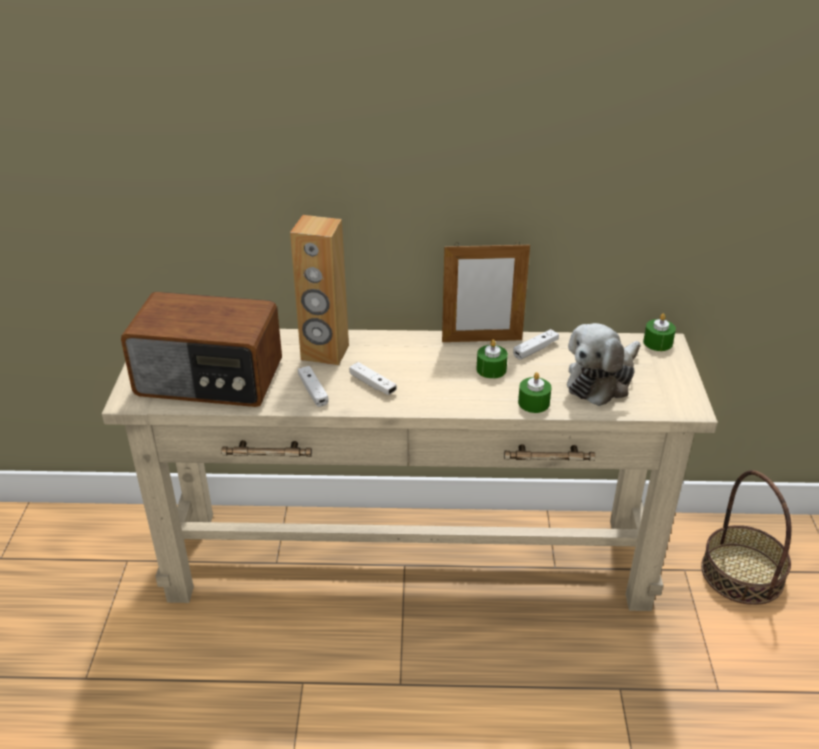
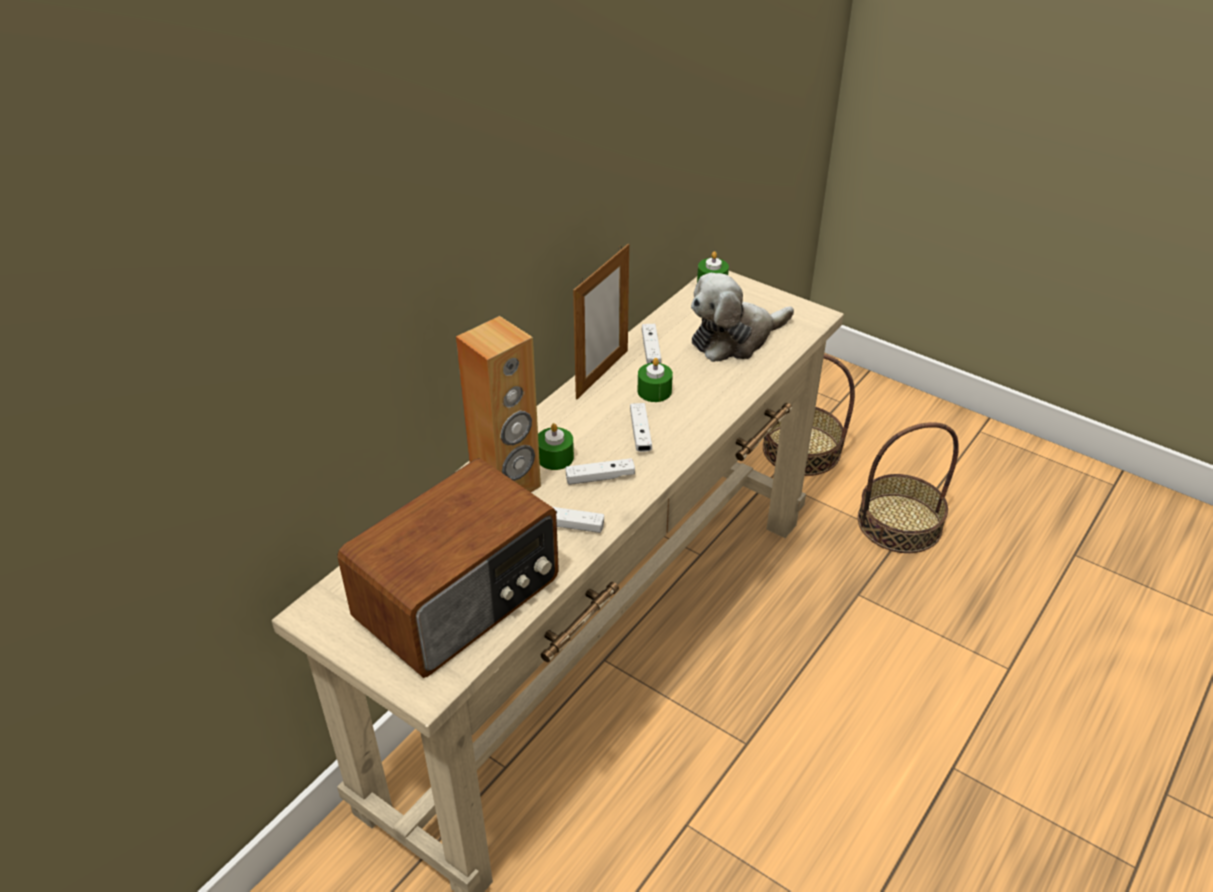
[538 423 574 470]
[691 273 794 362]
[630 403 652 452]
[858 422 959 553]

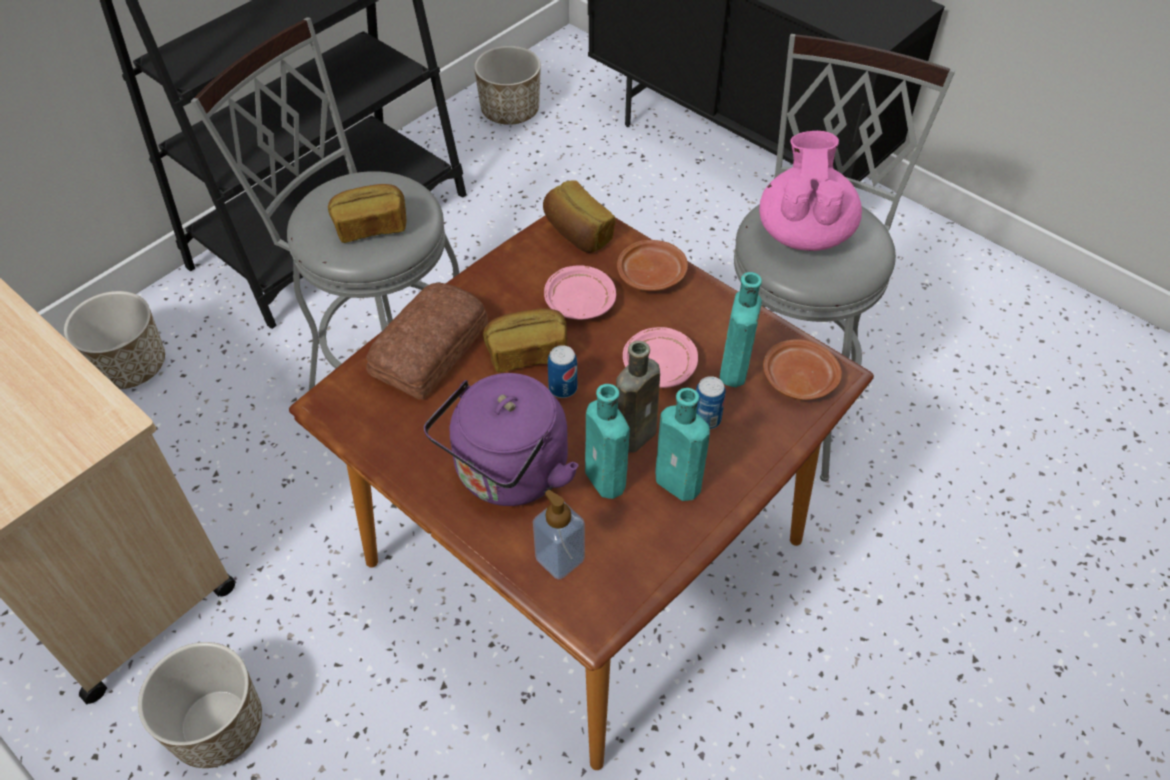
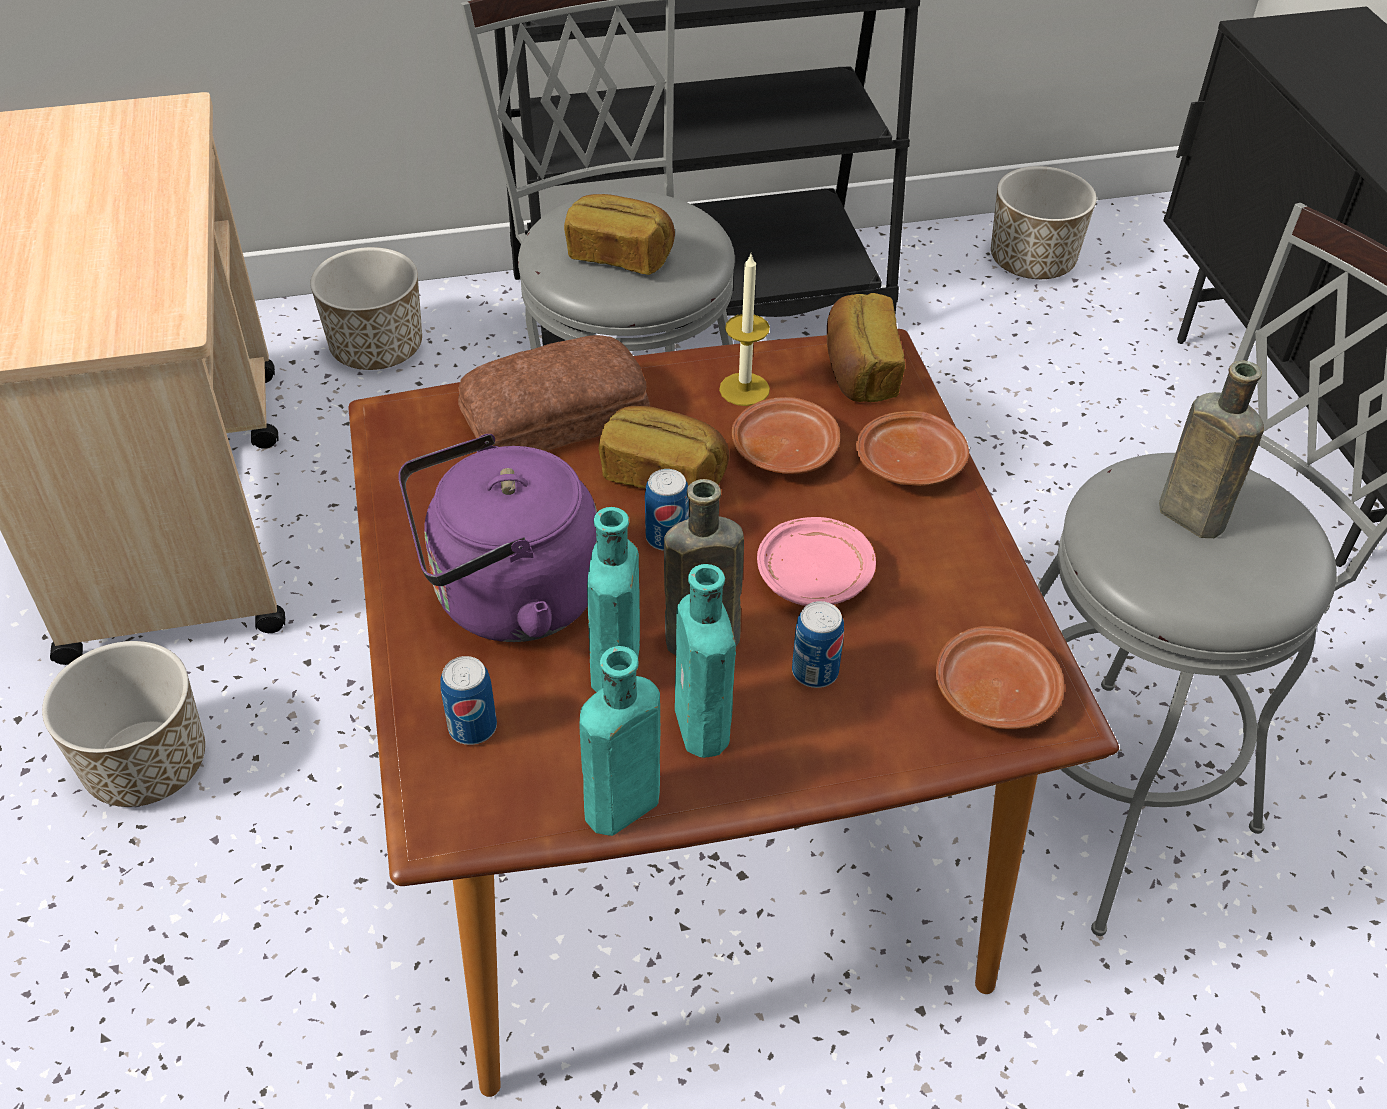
[440 656 497 745]
[732 397 840 474]
[579 646 660 836]
[1159 361 1264 538]
[719 254 770 406]

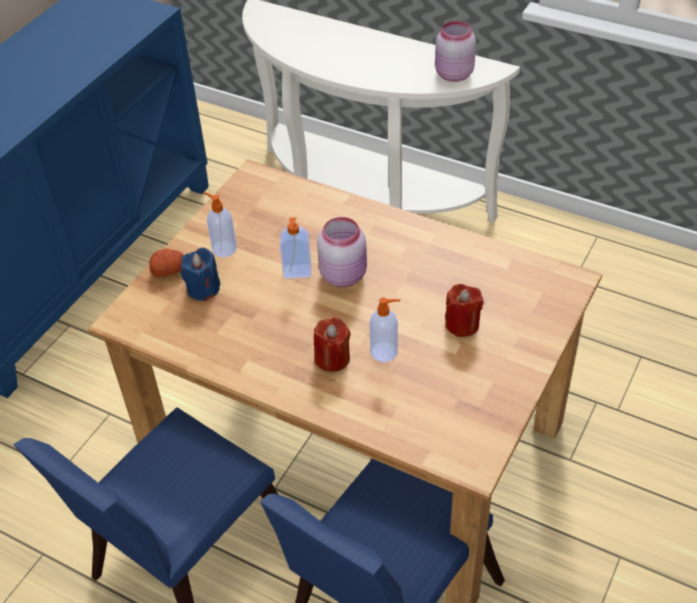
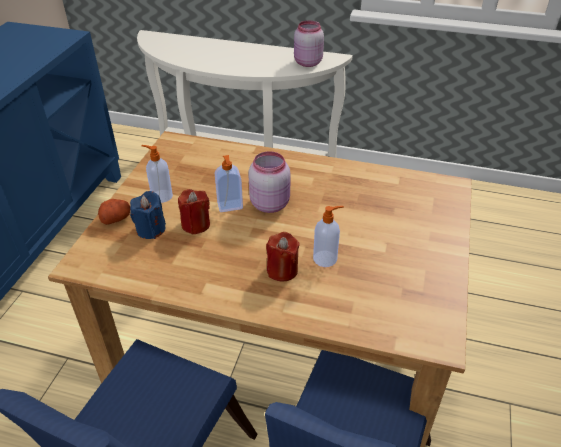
[178 189 210 235]

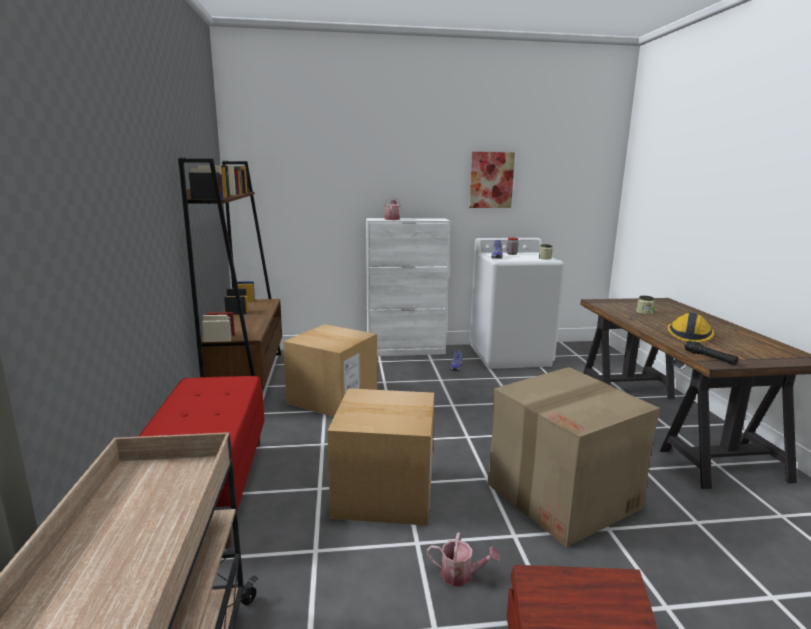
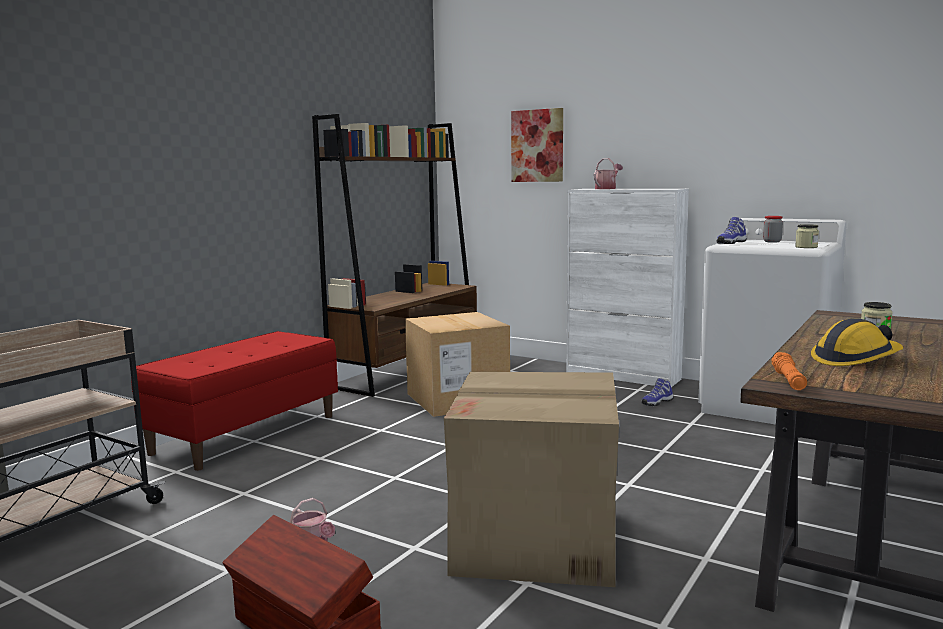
[327 388 434 526] (first image)
[511 108 563 182]
[771 352 807 390]

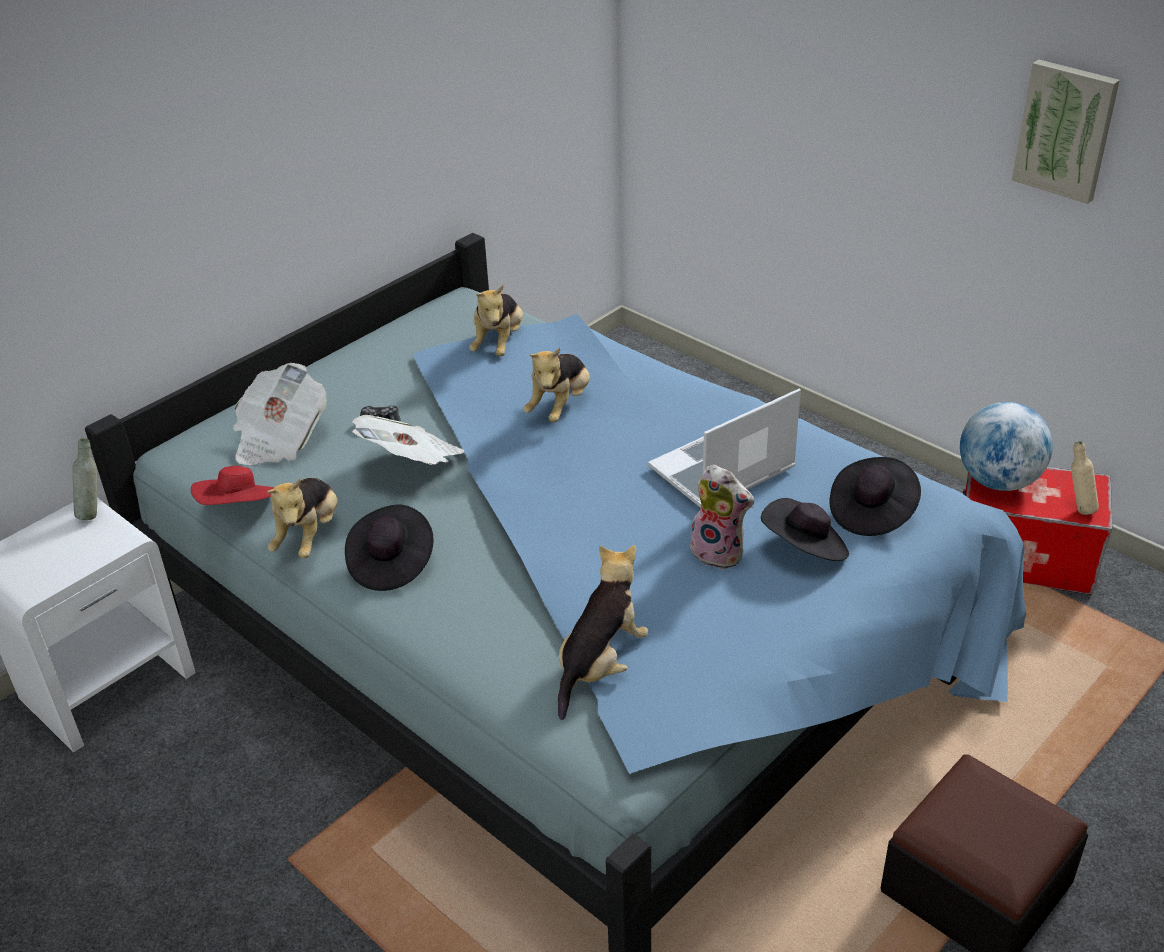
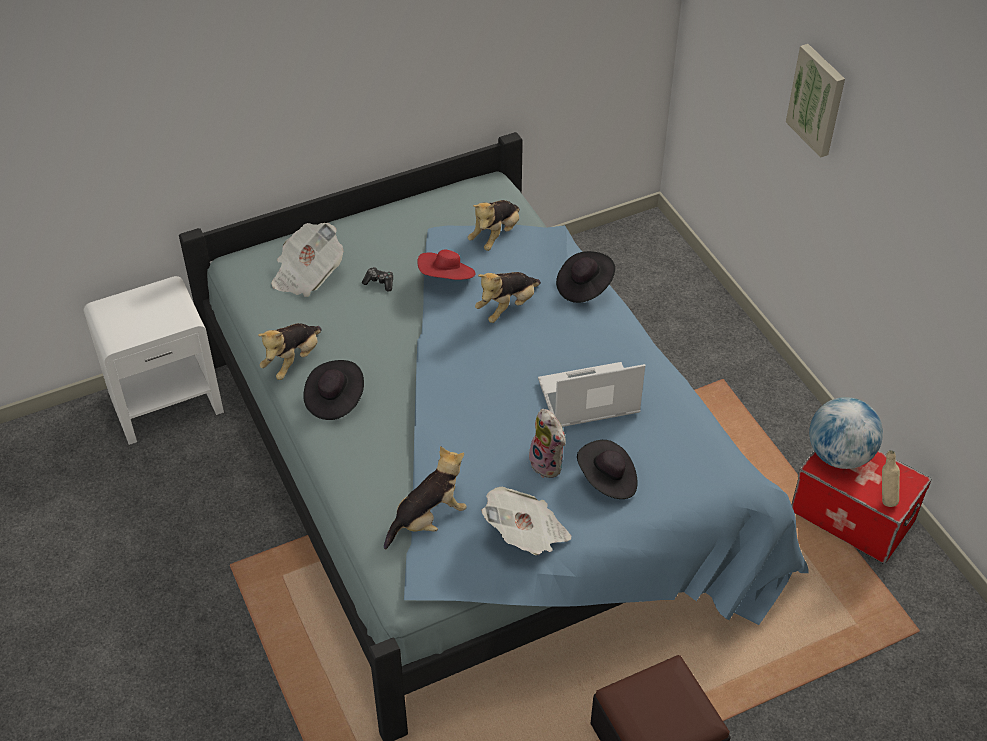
[72 438 97 520] (first image)
[417 249 475 280]
[481 487 571 555]
[556 251 615 303]
[786 44 845 158]

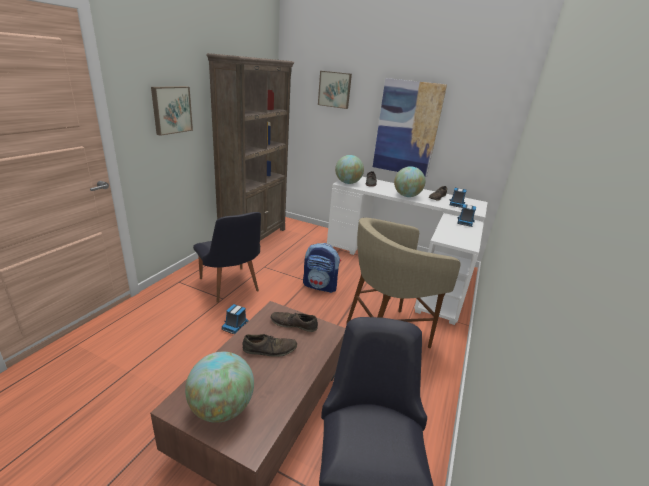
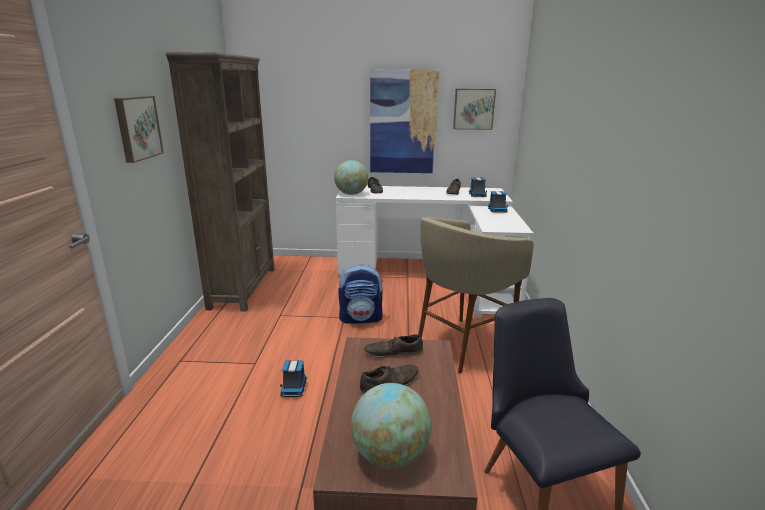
[193 212 261 303] (first image)
[453 89 496 130]
[394 166 425 197] (first image)

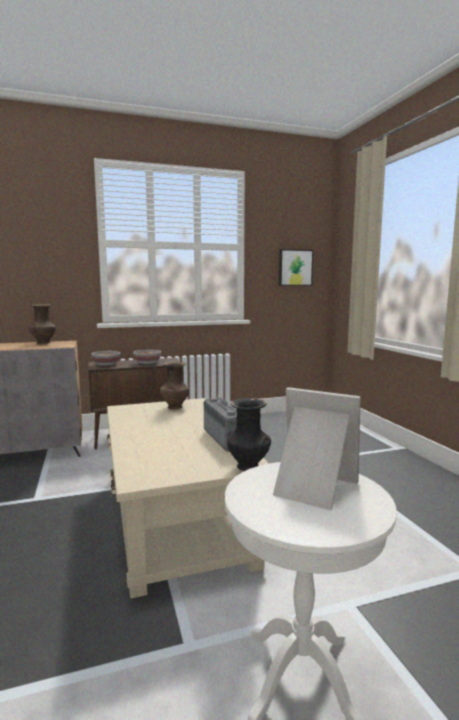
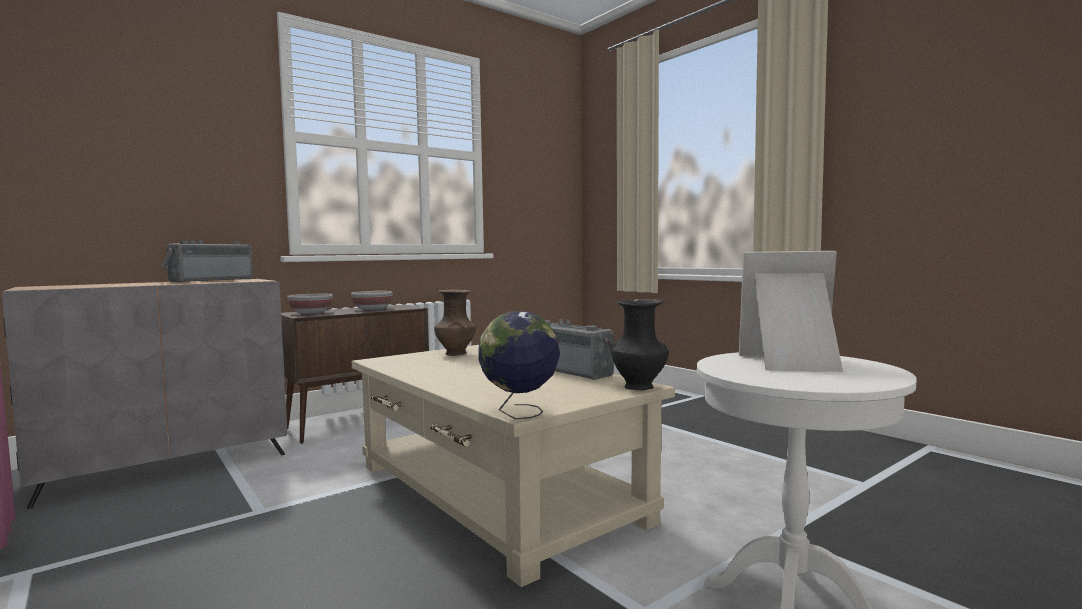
[162 240 253 282]
[279 249 314 286] (first image)
[478 311 560 419]

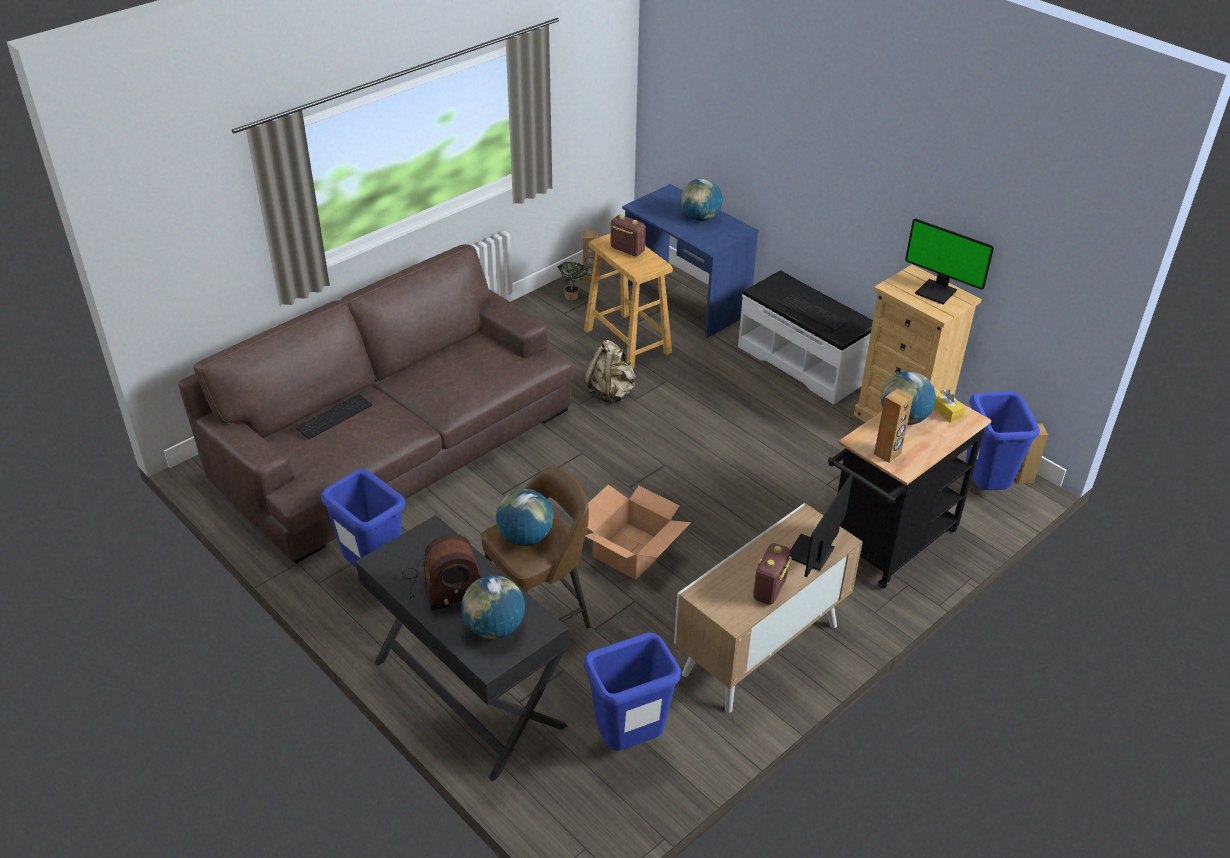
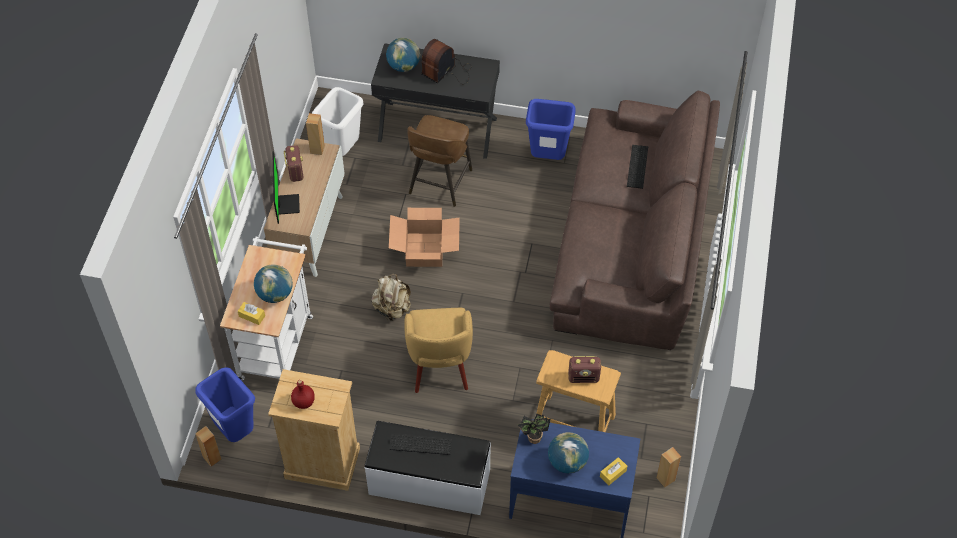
[496 489 553 546] (first image)
[517 414 551 444]
[371 274 411 321]
[312 87 364 156]
[220 237 313 380]
[306 113 325 155]
[291 380 315 409]
[404 308 473 393]
[600 457 627 485]

